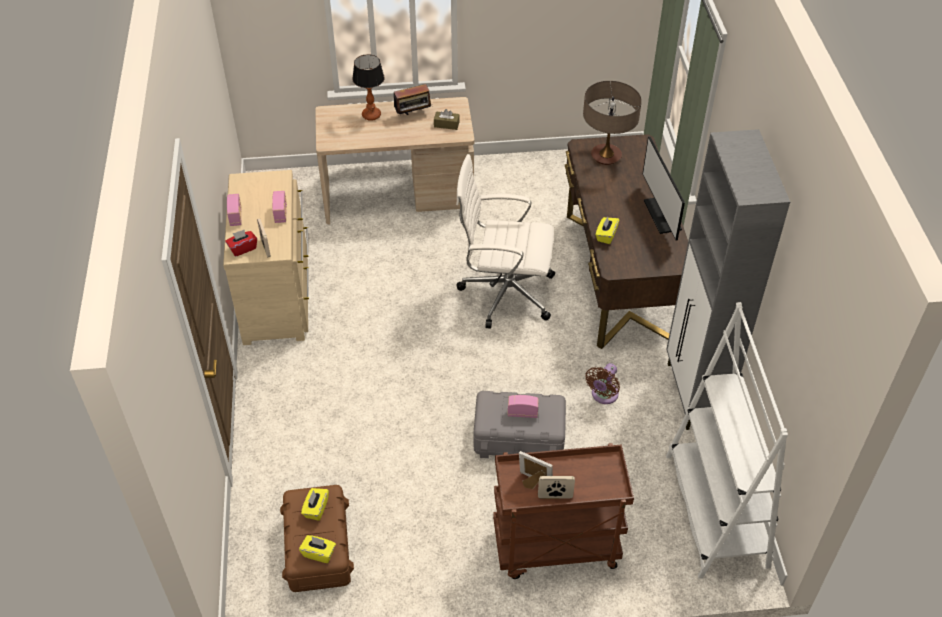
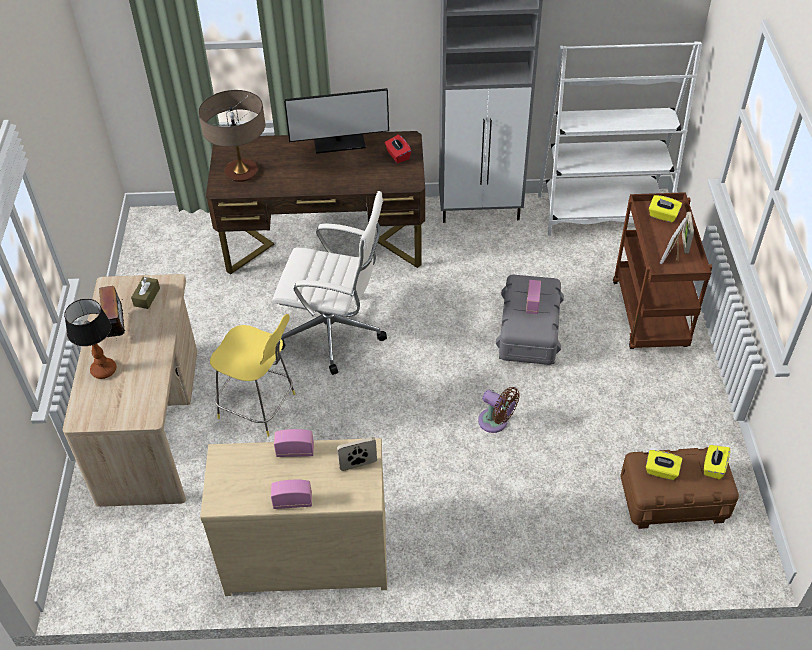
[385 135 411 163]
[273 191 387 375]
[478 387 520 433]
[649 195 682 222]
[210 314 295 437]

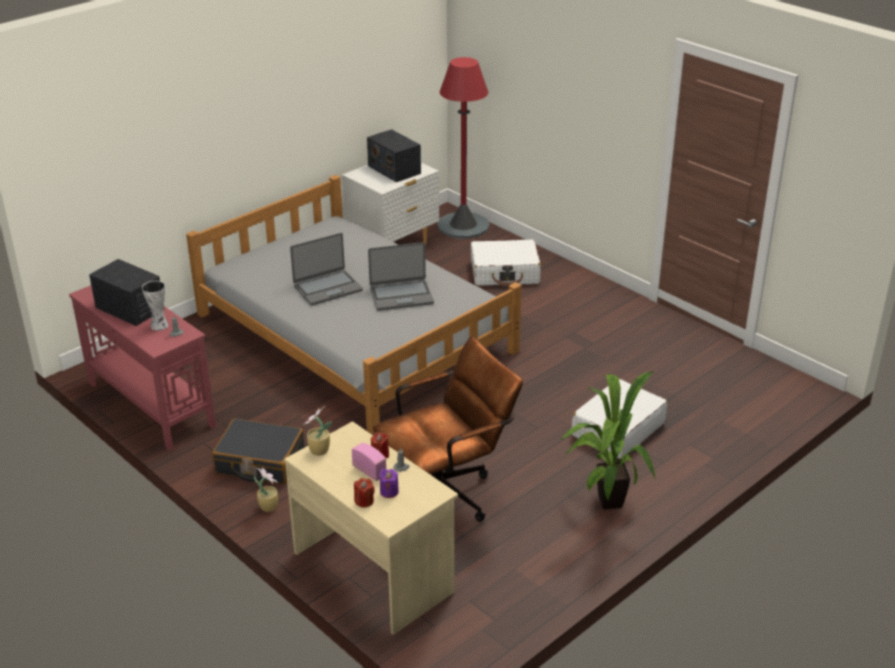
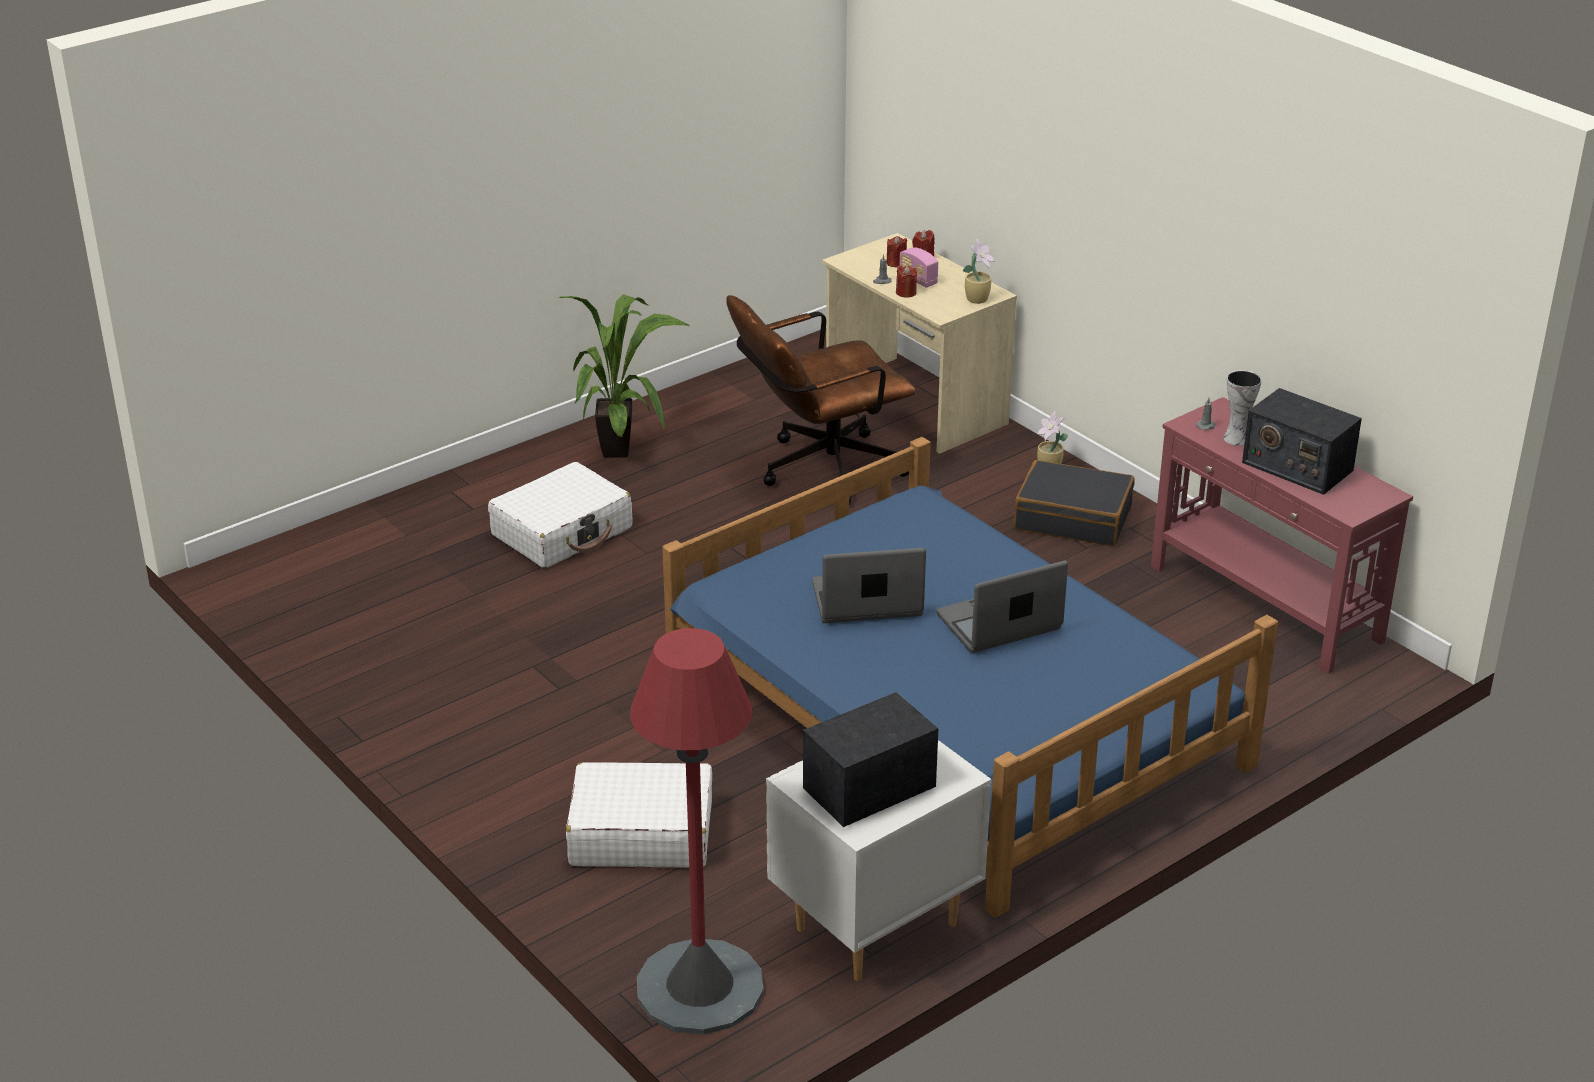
[662 437 1278 918]
[803 692 938 827]
[887 236 907 267]

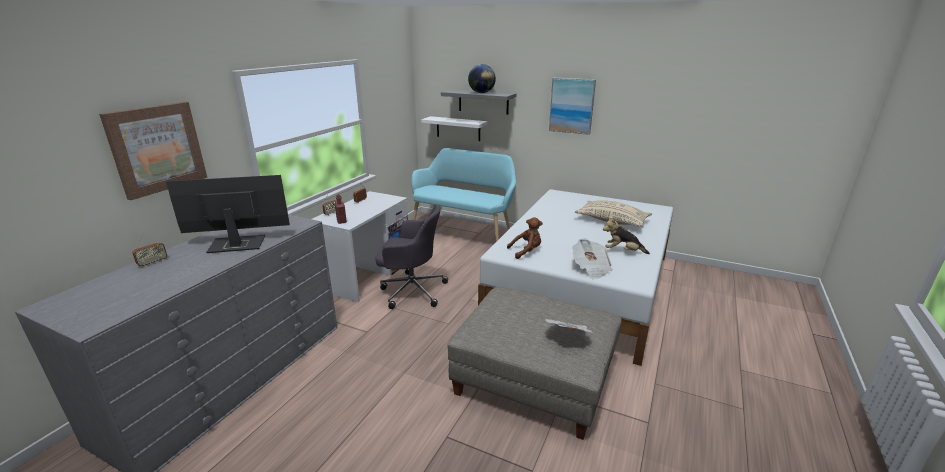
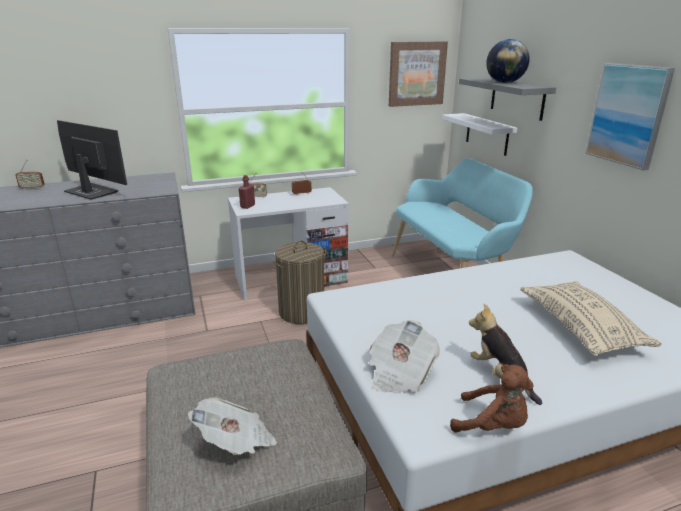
[389 42 448 107]
[272 241 326 324]
[450 364 534 432]

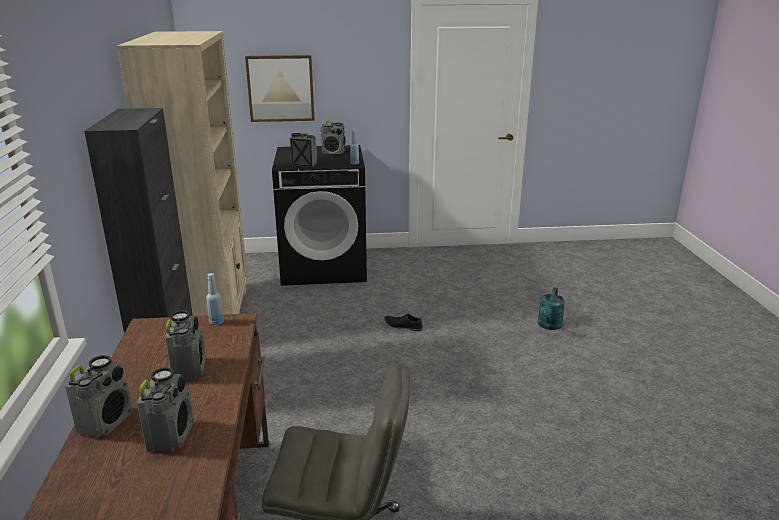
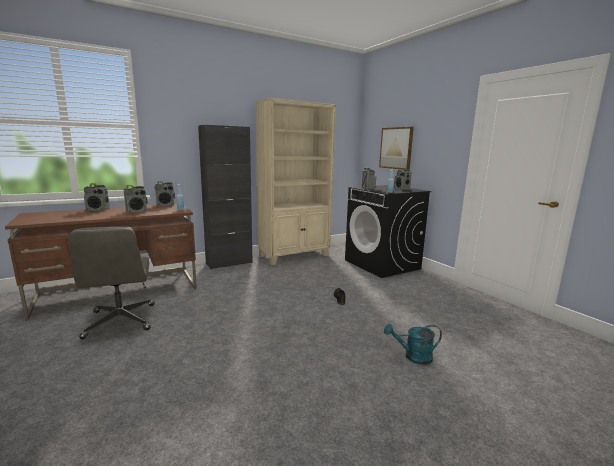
[155 181 175 206]

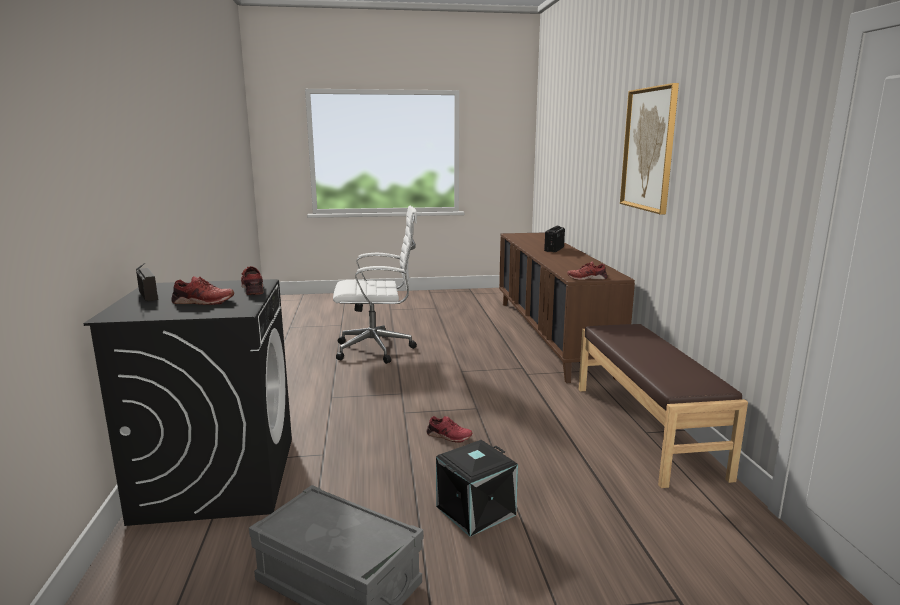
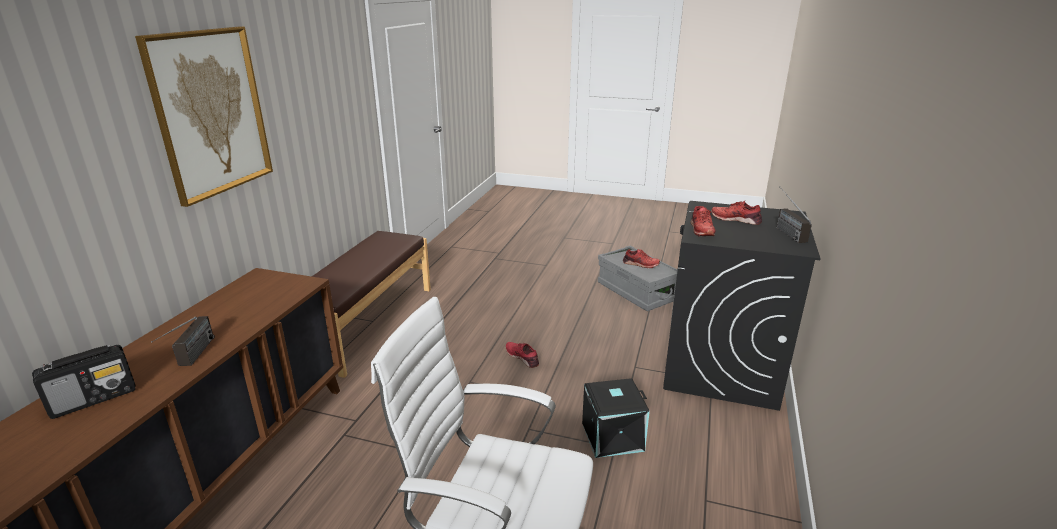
[582 378 650 458]
[623 249 660 268]
[151 316 215 366]

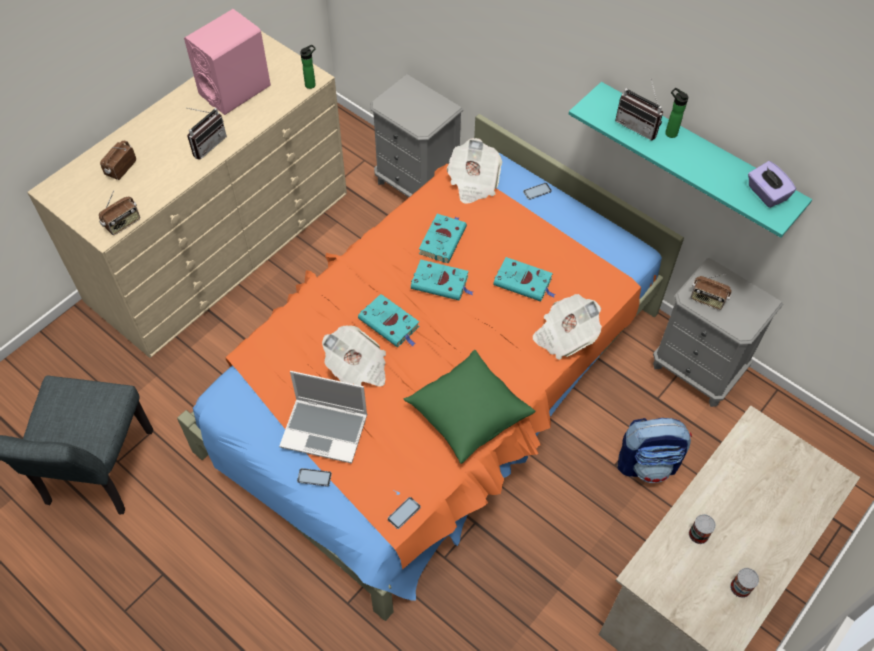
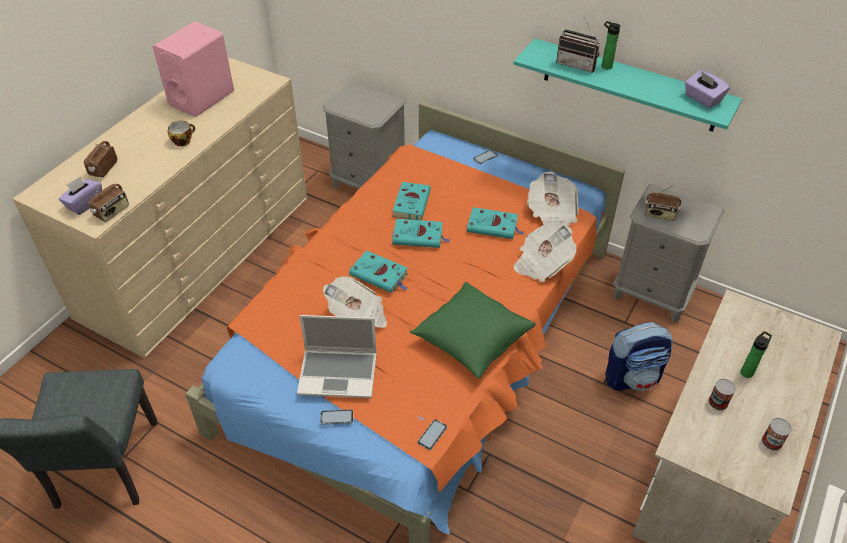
[167 121 195 147]
[741 331 772 378]
[527 172 579 226]
[59 176 102 215]

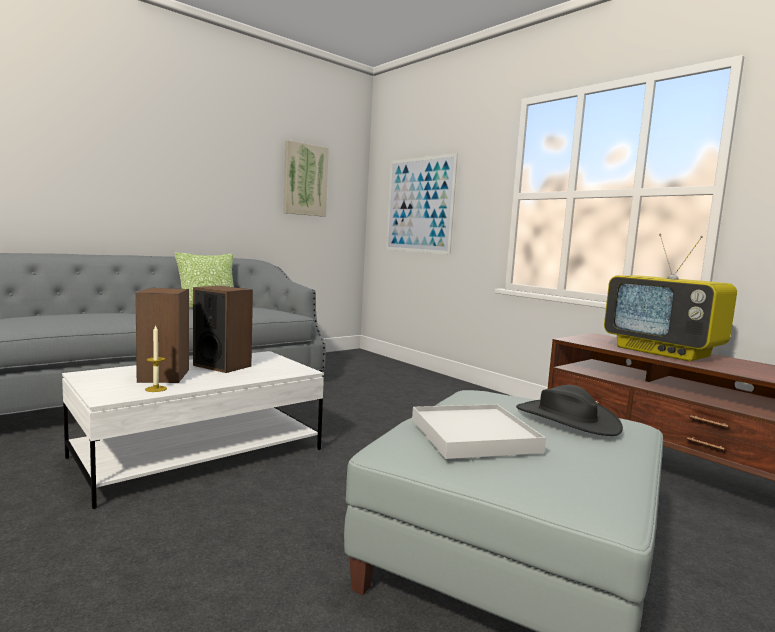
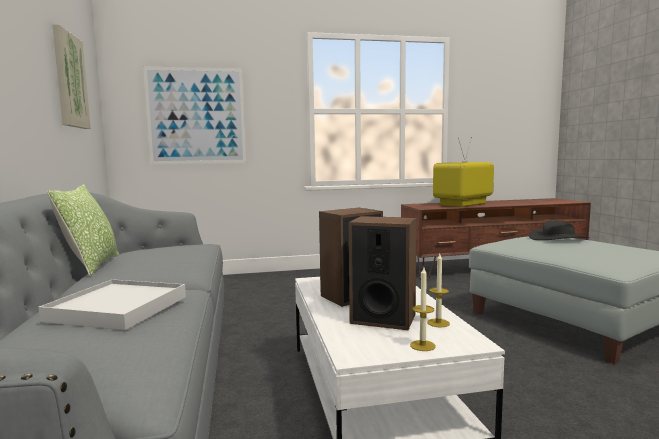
[38 279 186 330]
[433 137 494 207]
[410 268 436 351]

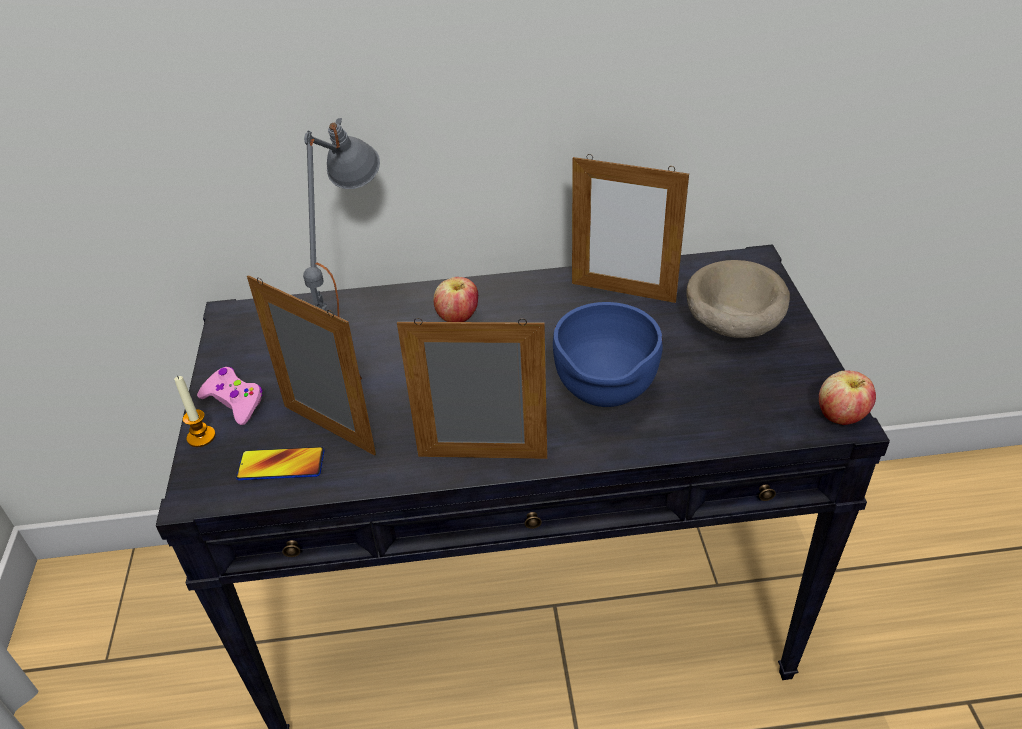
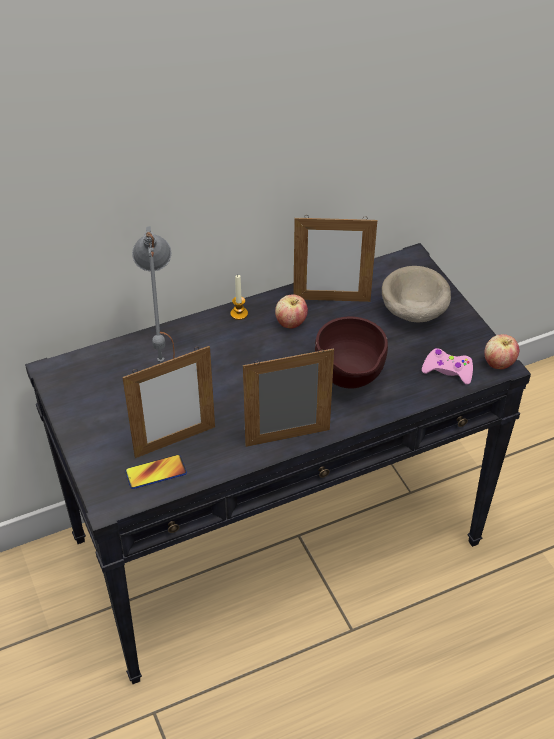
[230 275 248 320]
[422 348 473 385]
[122 346 215 458]
[275 295 308 328]
[315 317 388 389]

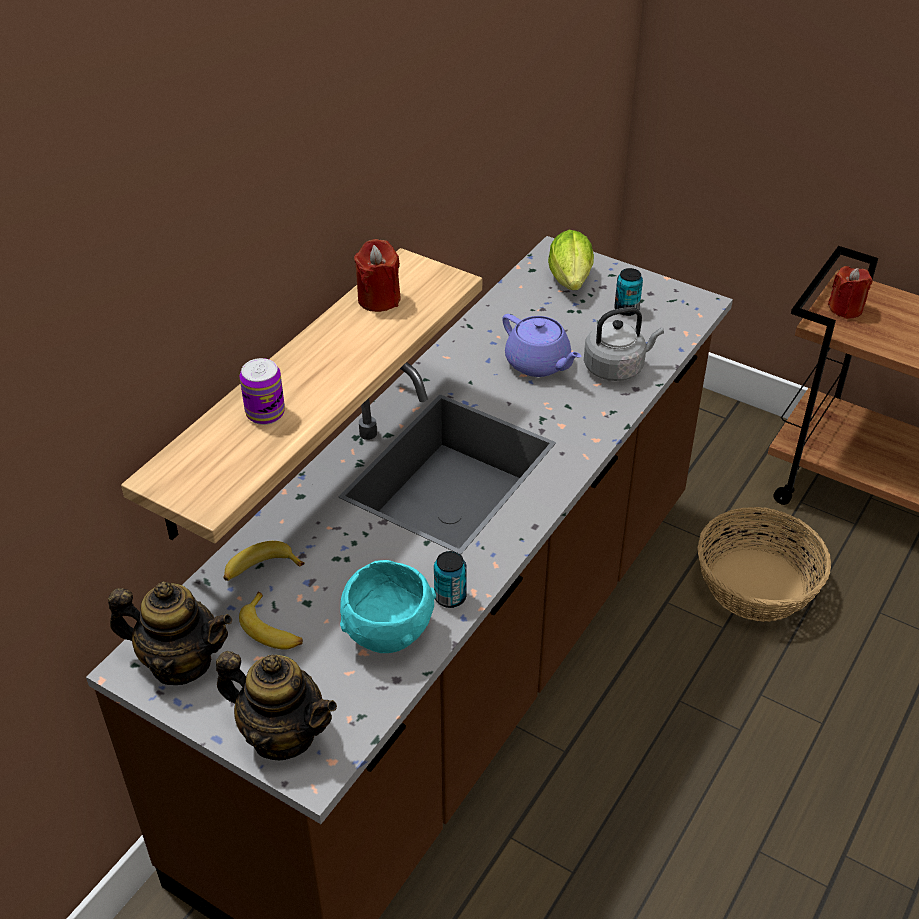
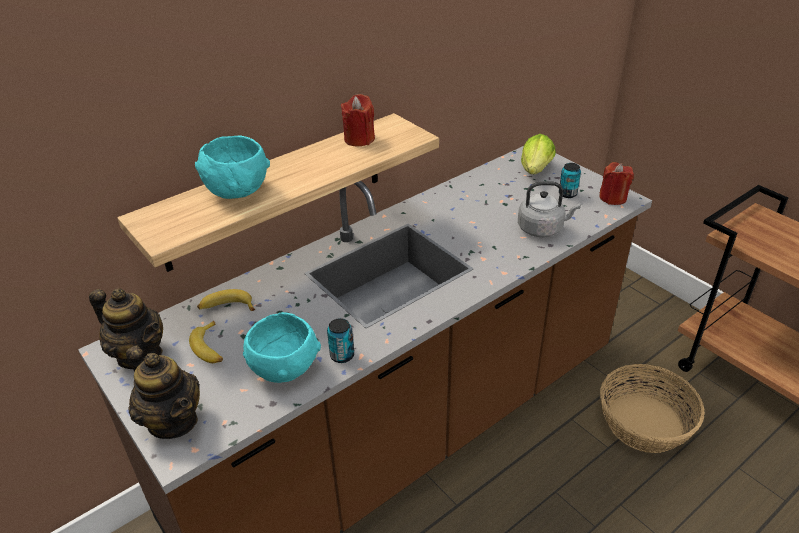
[195 135 270 199]
[502 314 581 377] (first image)
[599 162 634 205]

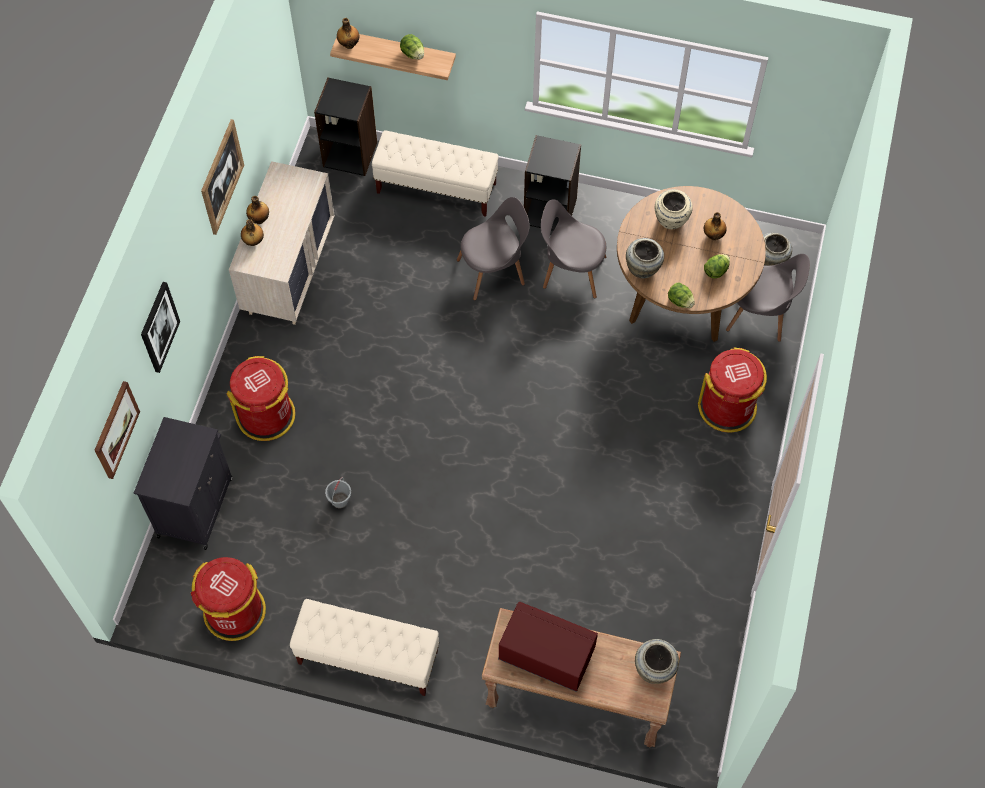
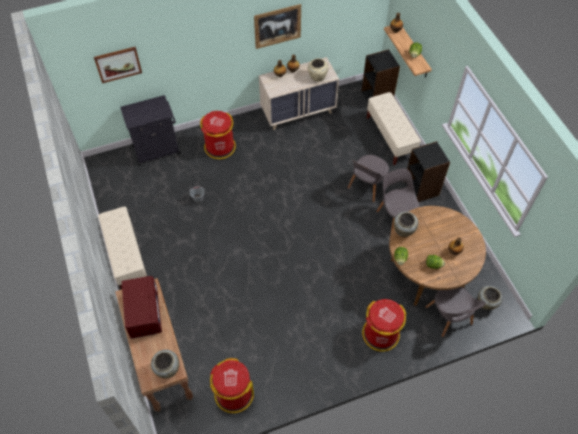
[141 282 180 373] (first image)
[210 358 254 413]
[348 155 389 202]
[308 58 329 82]

